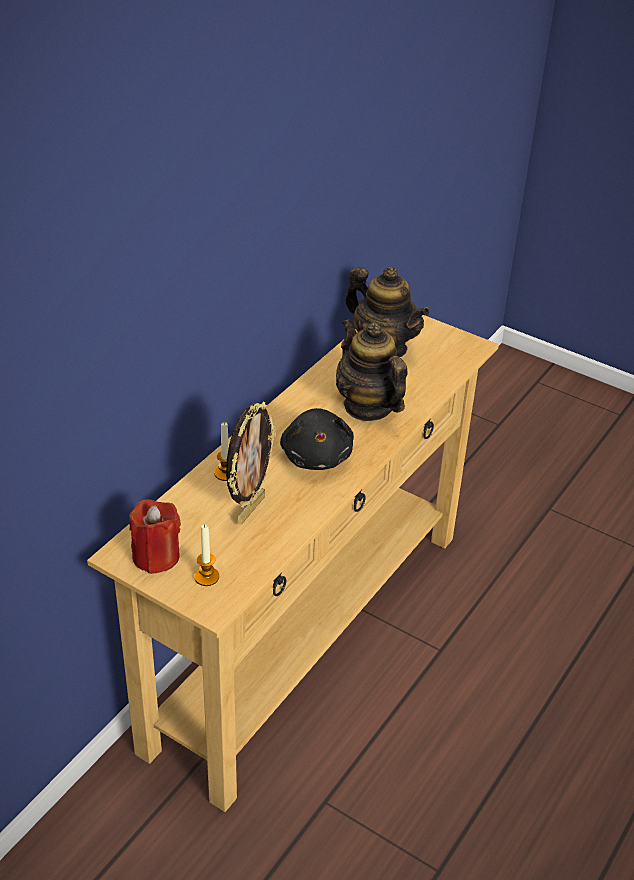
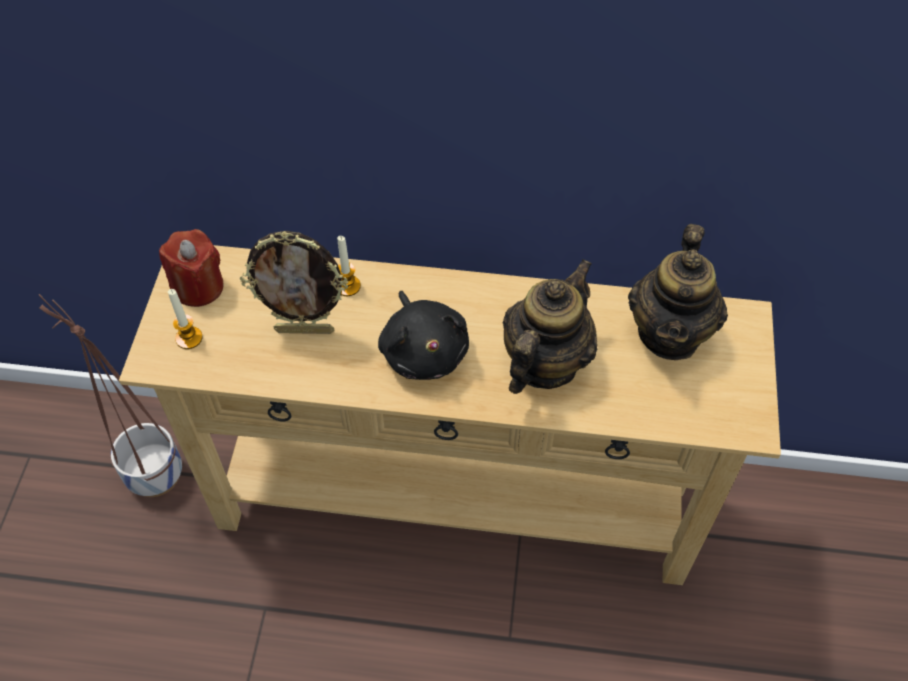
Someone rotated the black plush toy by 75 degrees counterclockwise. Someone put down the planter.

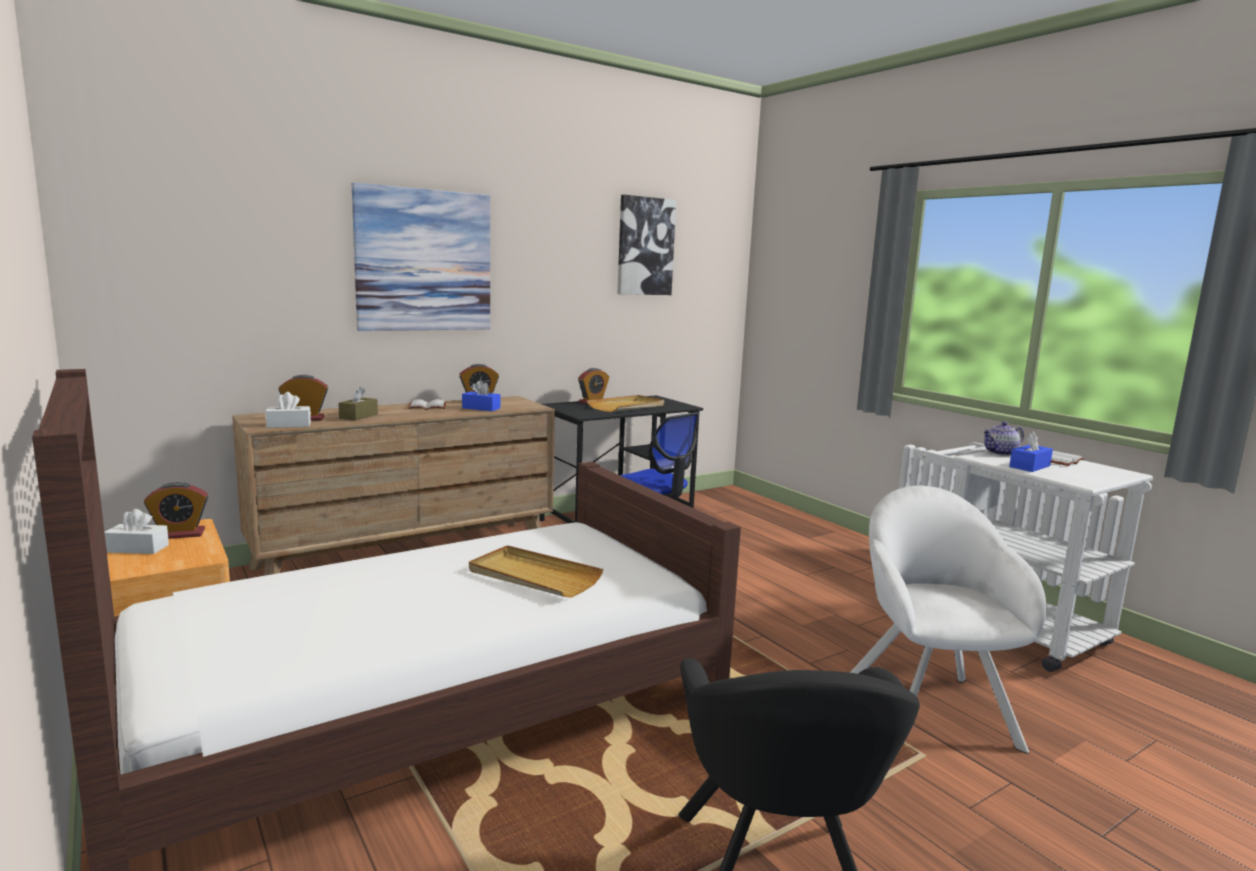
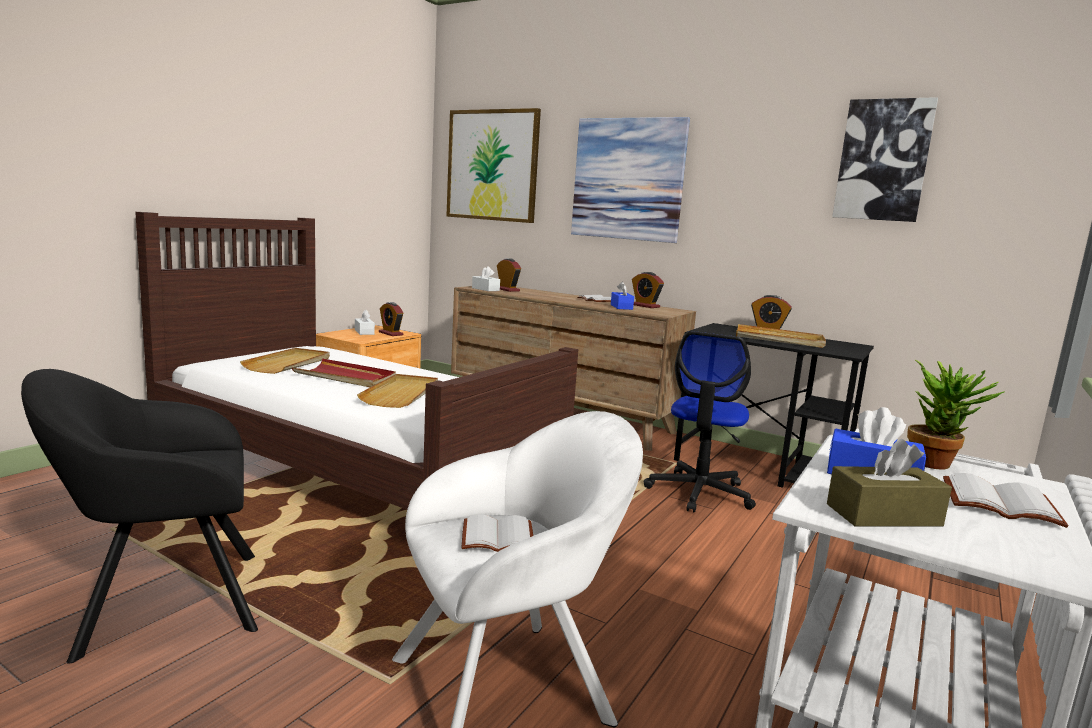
Someone carried the brown tissue box. Someone swapped the teapot for the potted plant. Someone put up the picture (1st from left). Someone put down the beige tray (1st from left). Someone put down the red tray. Someone put down the white book (1st from left).

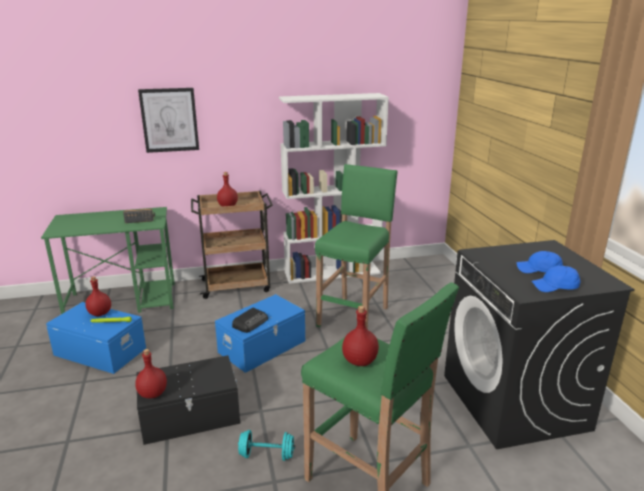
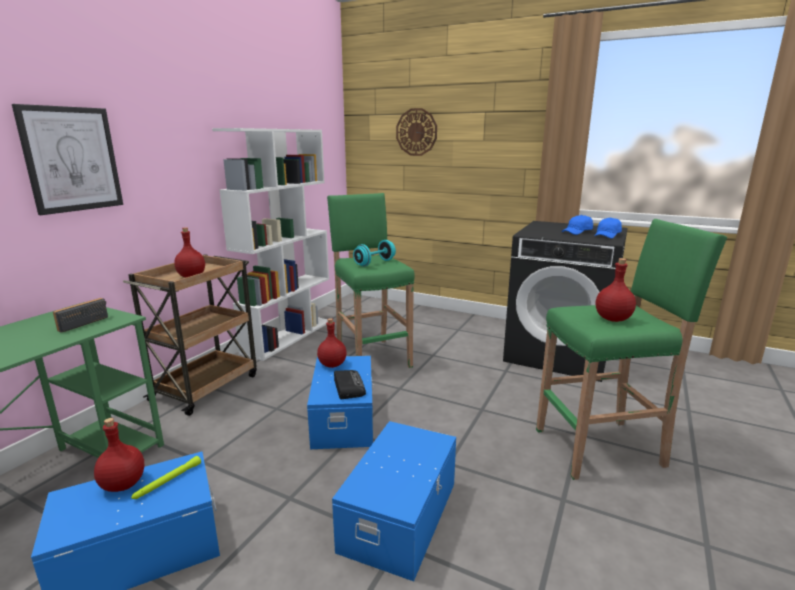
Someone carried the red bottle (2nd from left in the first image). Someone repainted the black storage box, which became the blue storage box (3rd from left). Someone carried the turquoise dumbbell. Someone put up the wall clock.

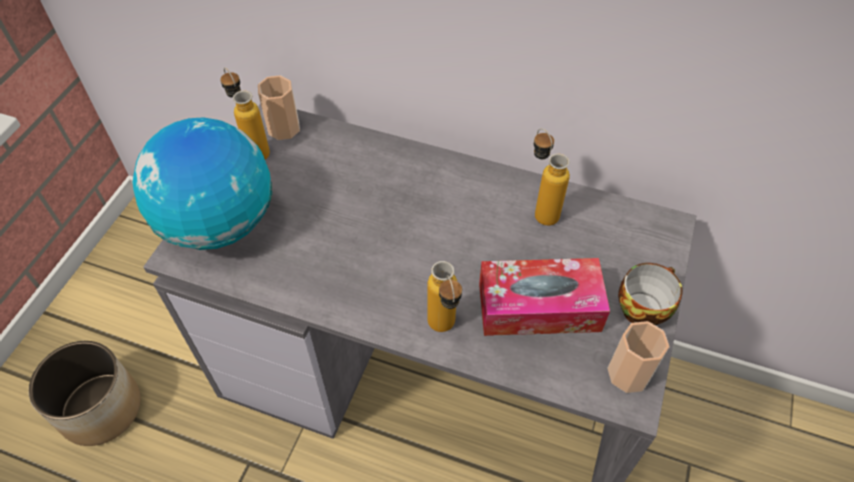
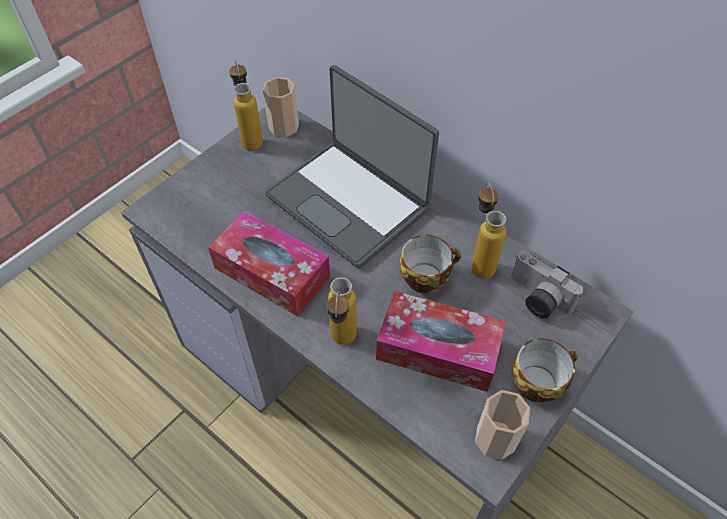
Someone took away the globe. Someone took away the planter. Someone put down the laptop. Someone put down the tissue box (1st from left). Someone put down the cup (2nd from left). Someone put down the photo camera.

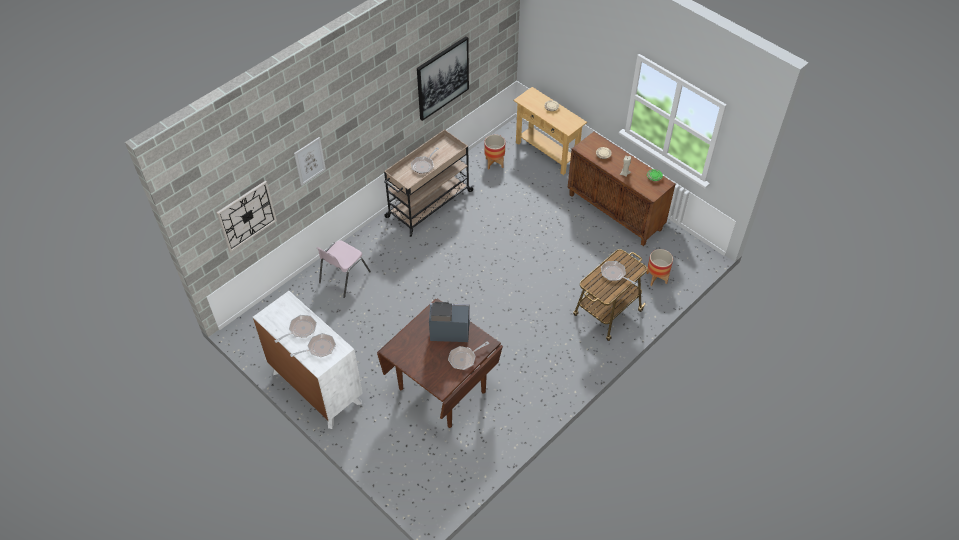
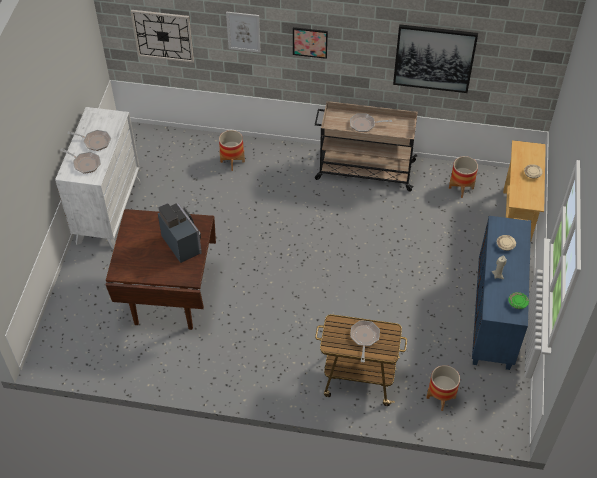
Someone repainted the brown cabinet, which became the blue cabinet. Someone swapped the pink chair for the planter (1st from left). Someone took away the frying pan (4th from left). Someone put up the picture (2nd from left).

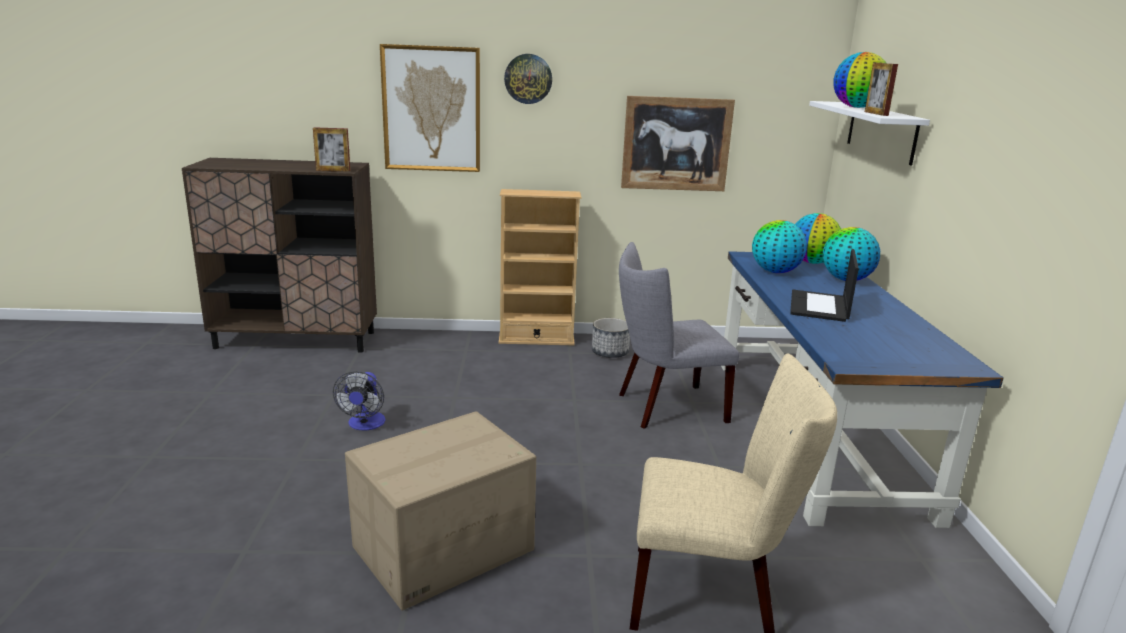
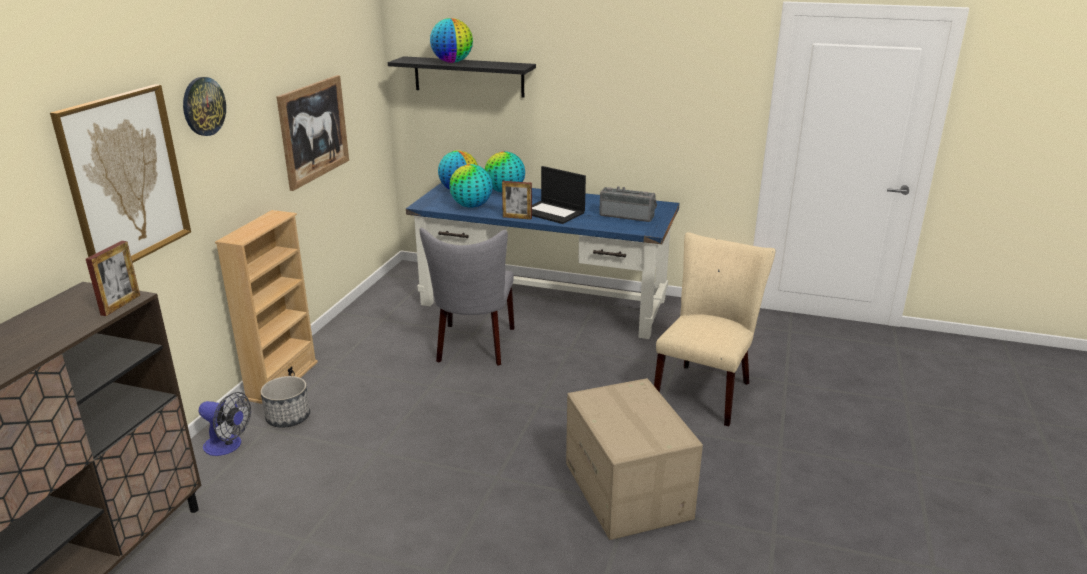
Someone carried the picture frame (2nd from left). Someone repainted the white shelf, which became the black shelf. Someone carried the planter. Someone carried the fan. Someone put down the radio.

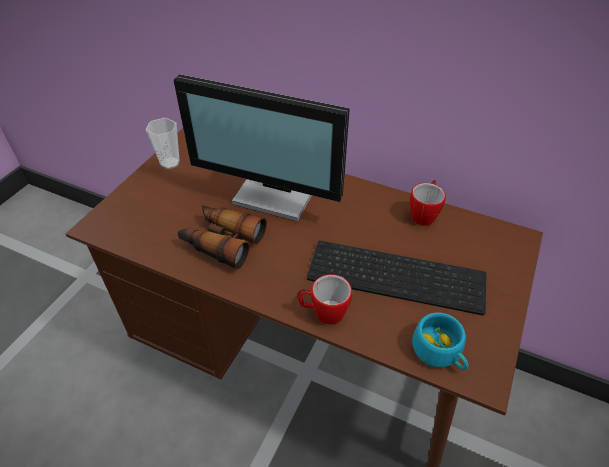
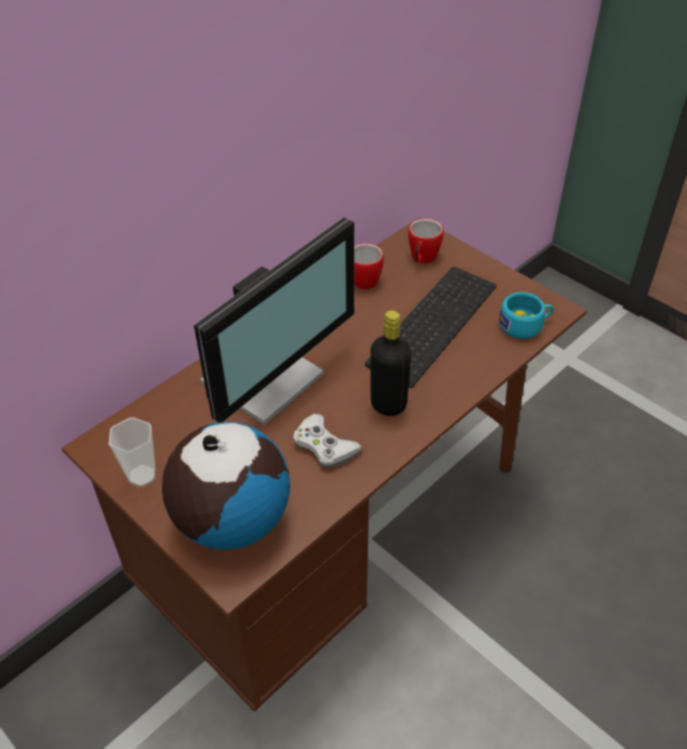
Someone swapped the binoculars for the white game controller. Someone carried the mug (1st from left in the first image). Someone put down the black bottle. Someone put down the globe.

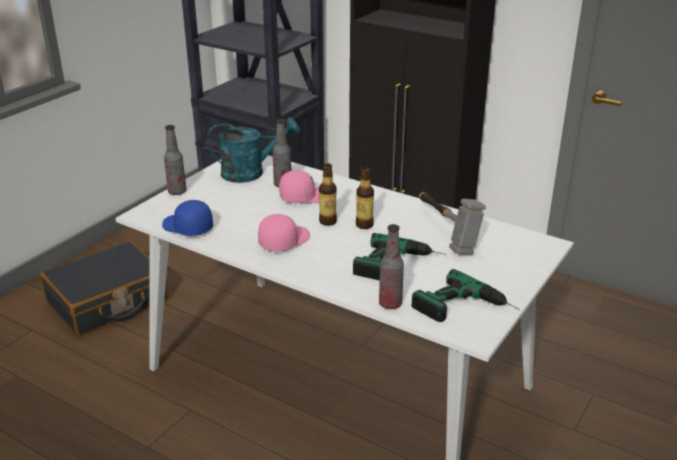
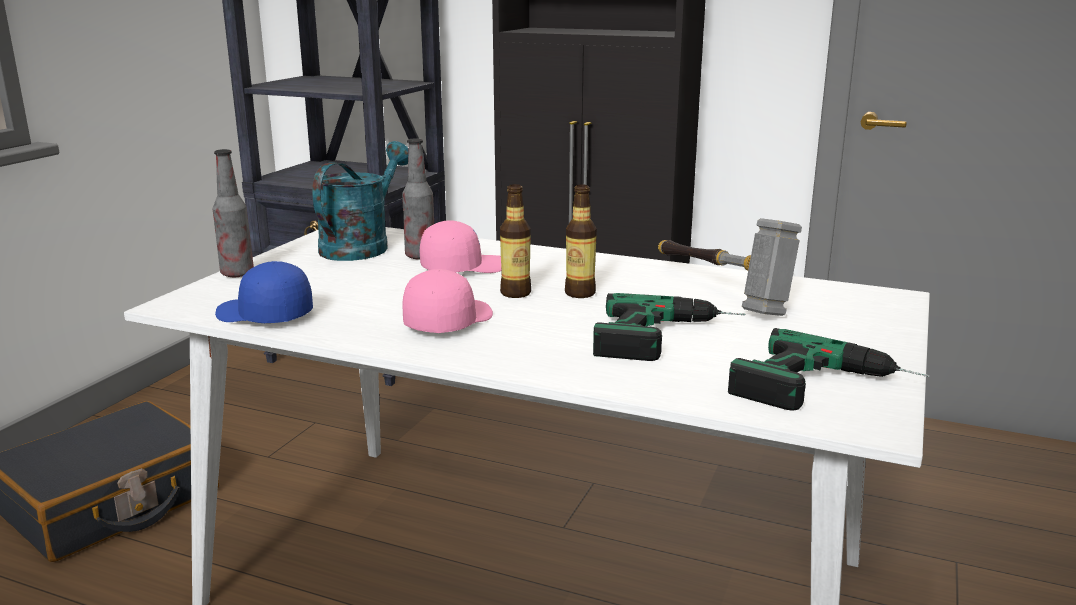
Someone rotated the turquoise watering can by 45 degrees counterclockwise. Someone took away the bottle (5th from left).

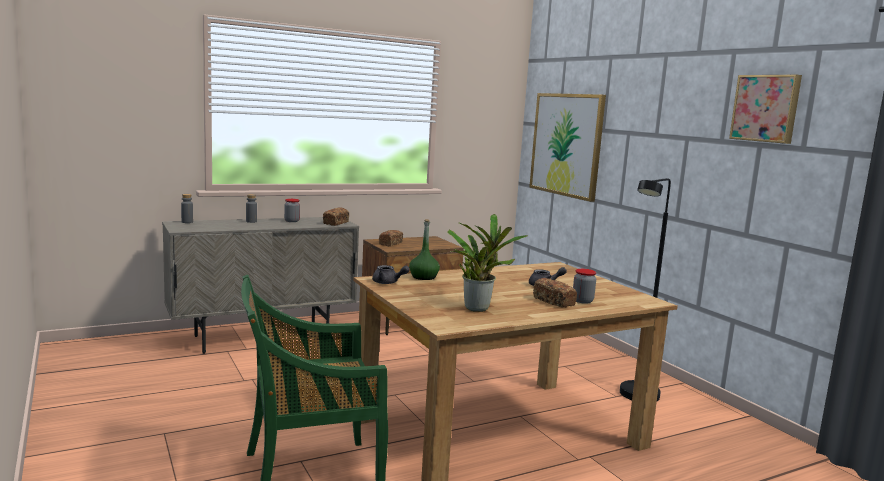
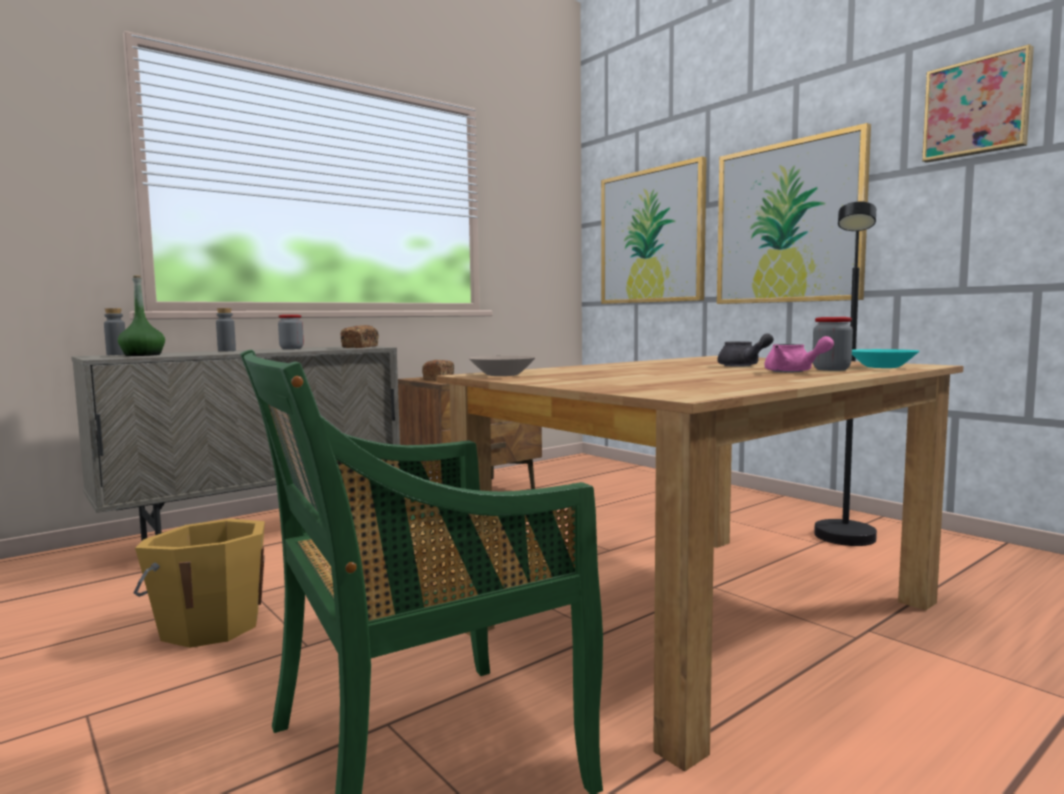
Someone took away the potted plant. Someone carried the green bottle. Someone swapped the grey teapot (1st from left) for the beige bowl. Someone swapped the bread (3rd from left) for the pink teapot. Someone put up the picture (2nd from left). Someone put down the turquoise bowl. Someone put down the orange bucket.

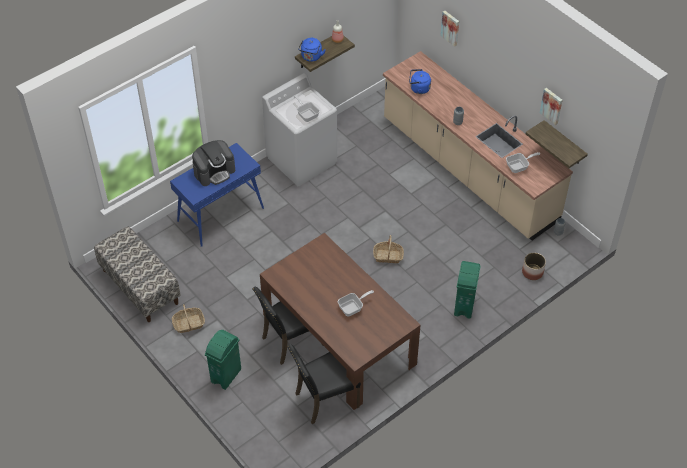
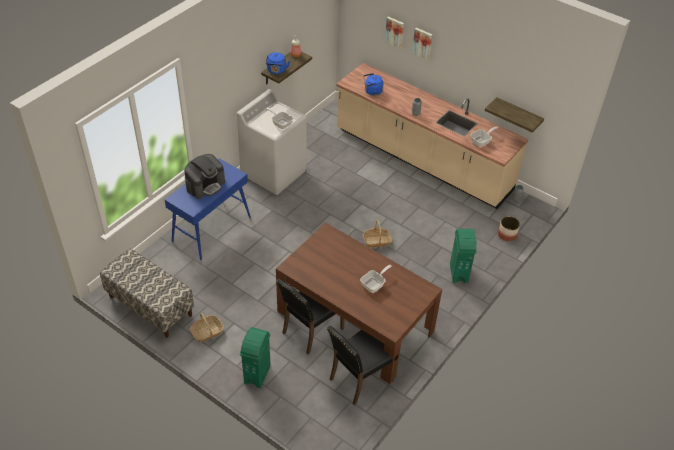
Someone carried the picture (2nd from left).

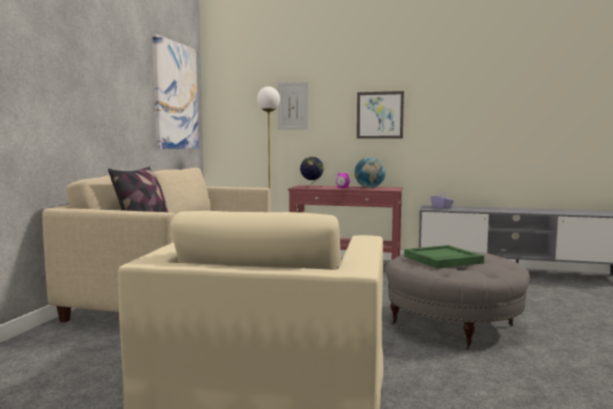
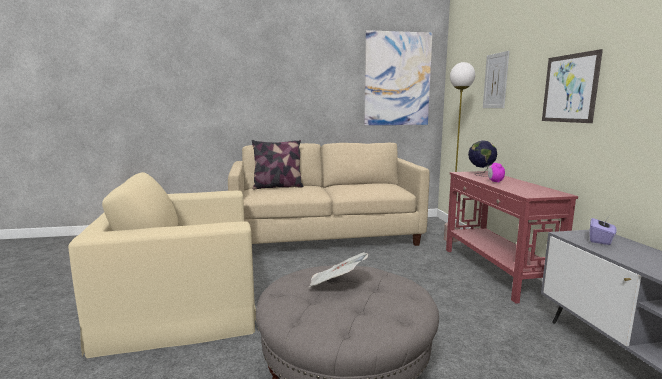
Someone took away the globe (2nd from left). Someone swapped the green tray for the newspaper.

